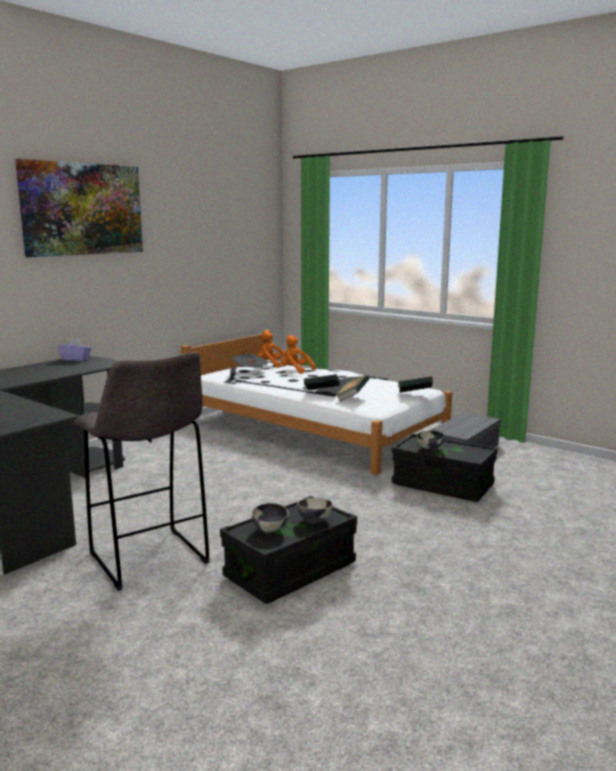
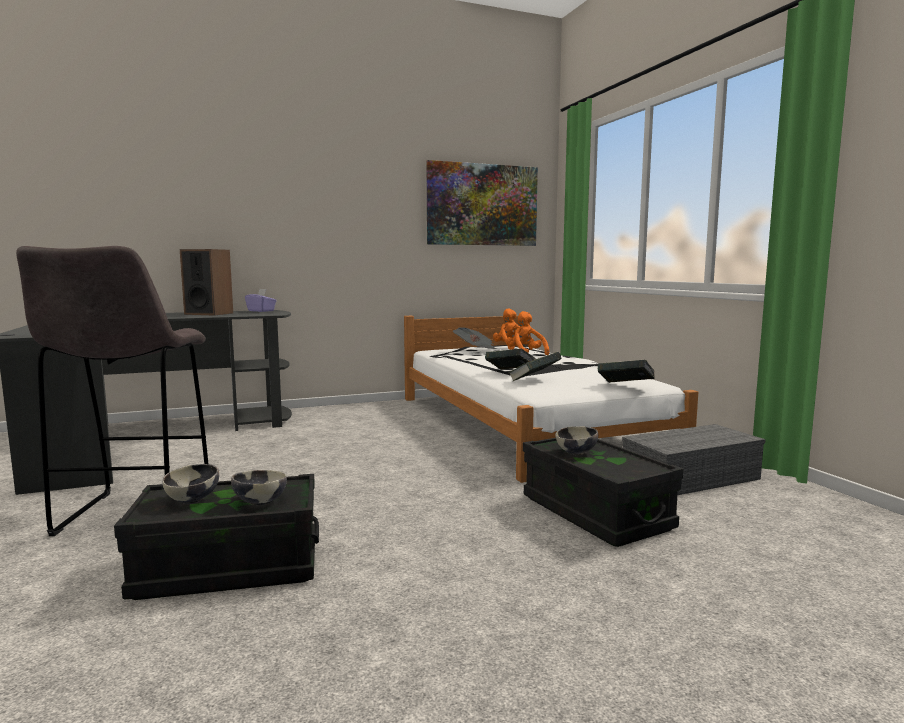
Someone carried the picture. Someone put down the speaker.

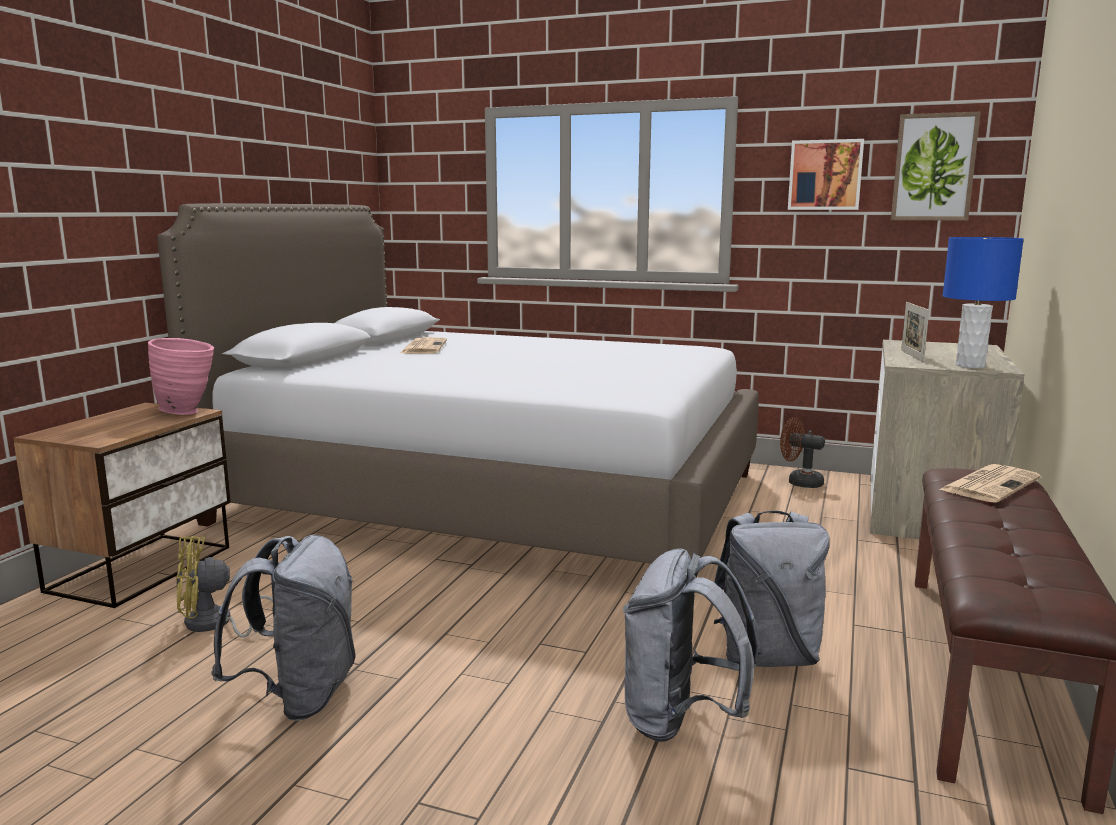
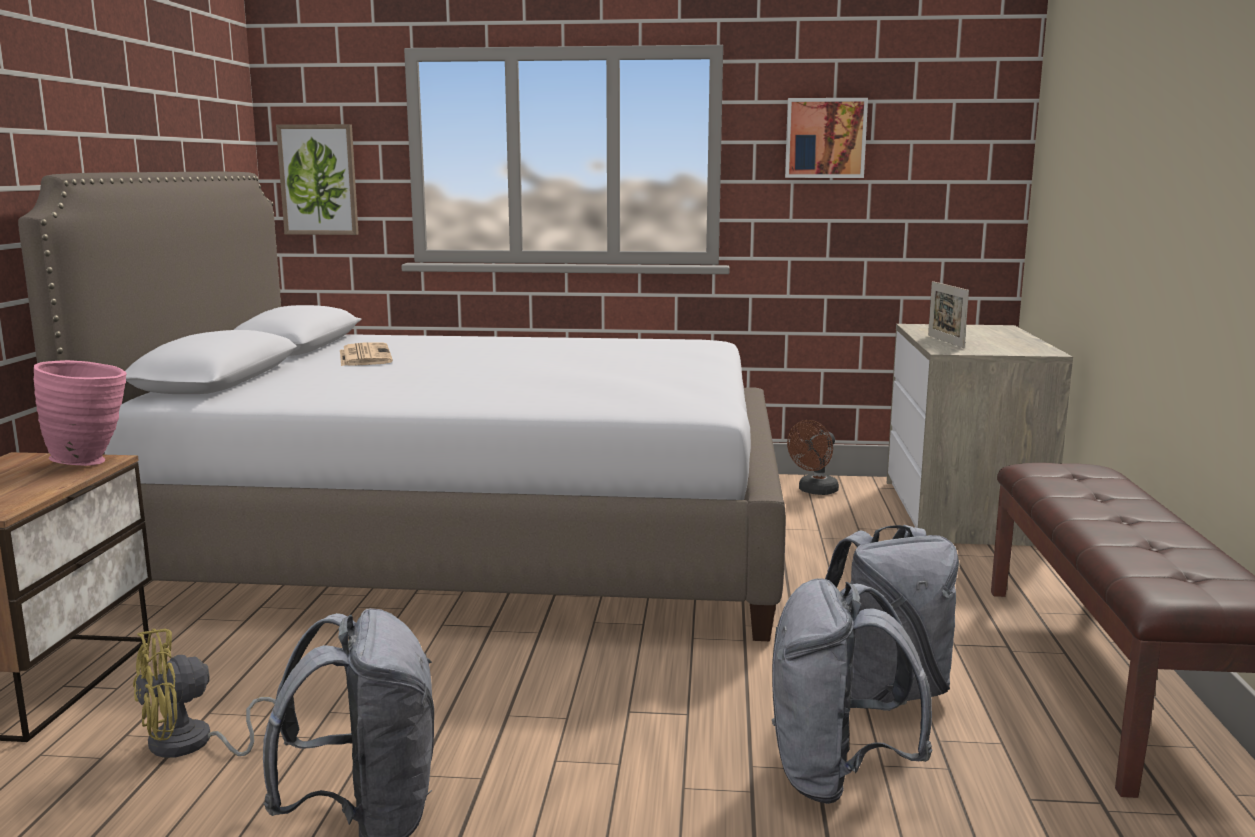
Someone carried the picture (2nd from left in the first image). Someone took away the blue table lamp. Someone rotated the brown fan by 60 degrees counterclockwise. Someone took away the newspaper (2nd from left).

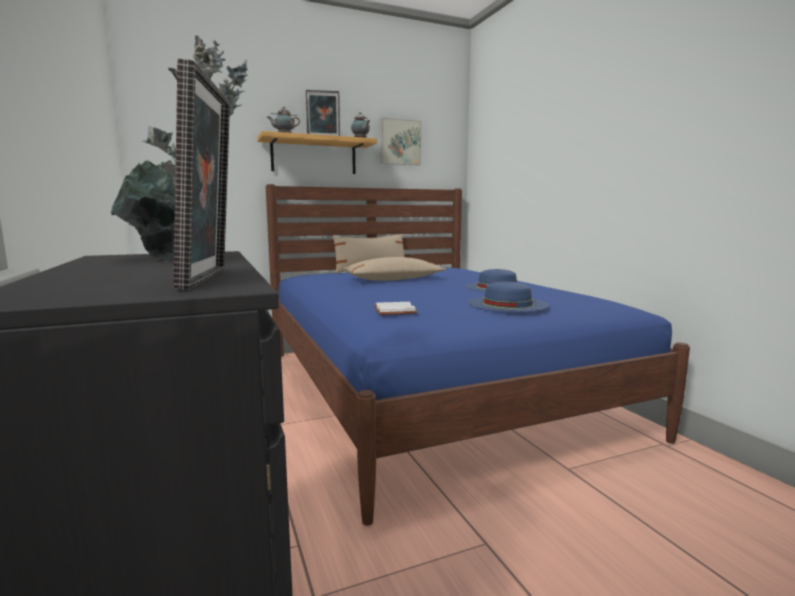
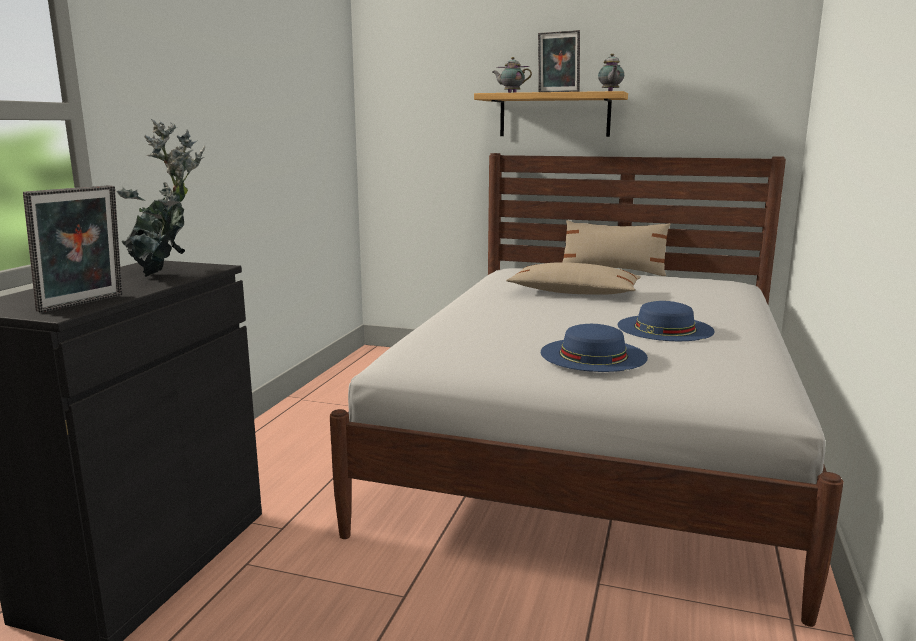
Someone took away the picture. Someone repainted the blue bed, which became the white bed. Someone took away the white book.

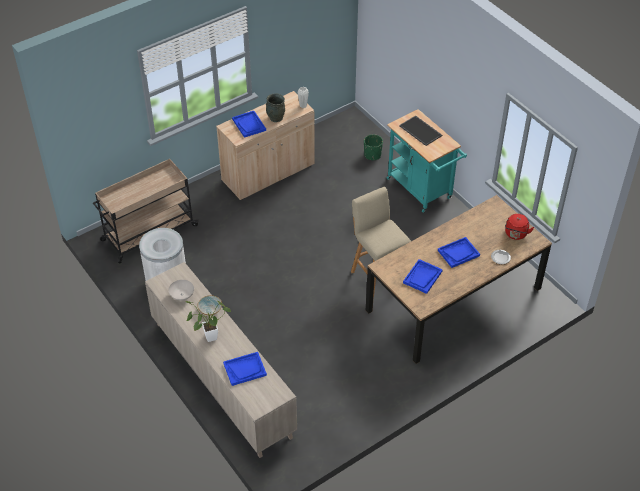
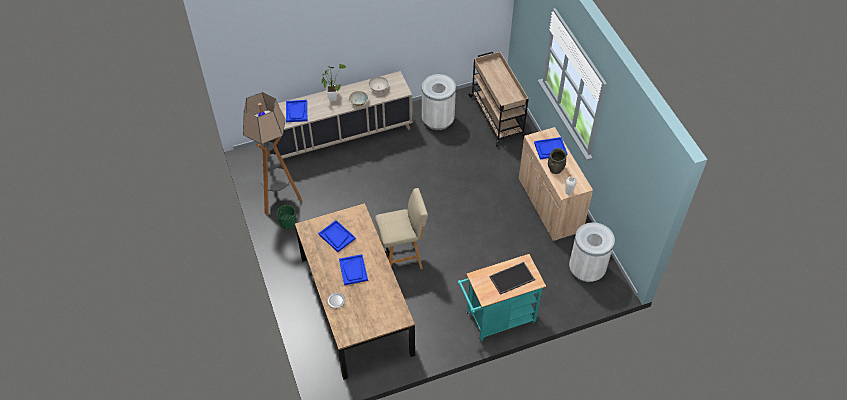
Someone carried the green planter. Someone took away the red kettle. Someone put down the floor lamp. Someone put down the white trash can (2nd from left).

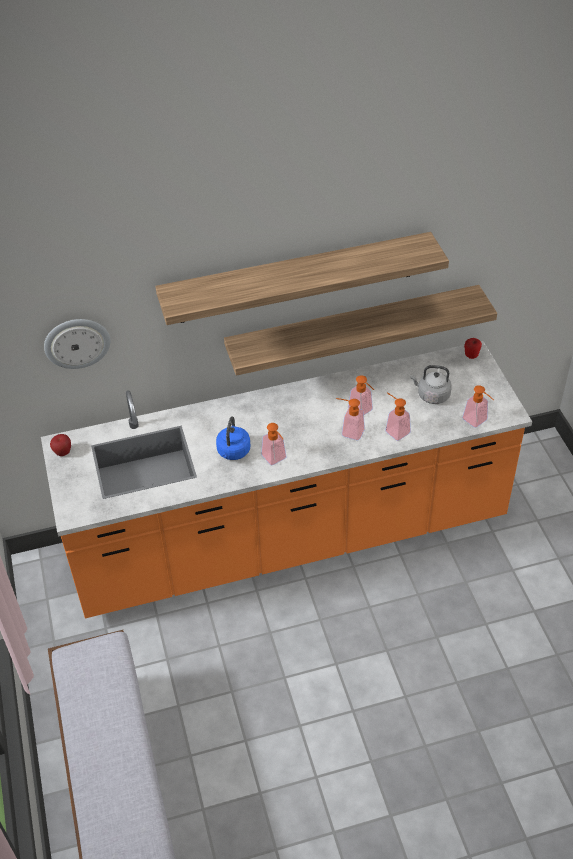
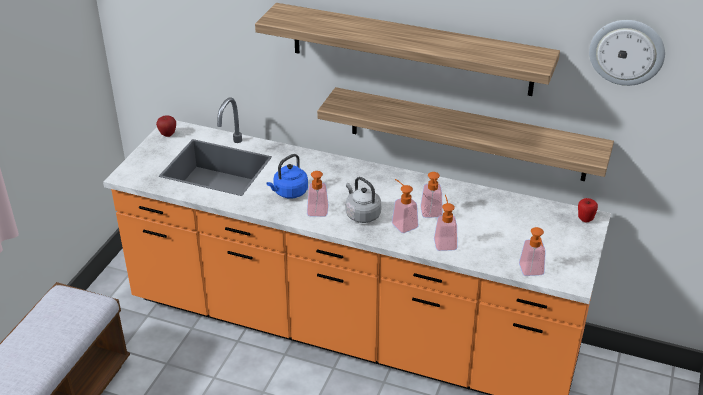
Someone carried the wall clock. Someone carried the grey kettle.

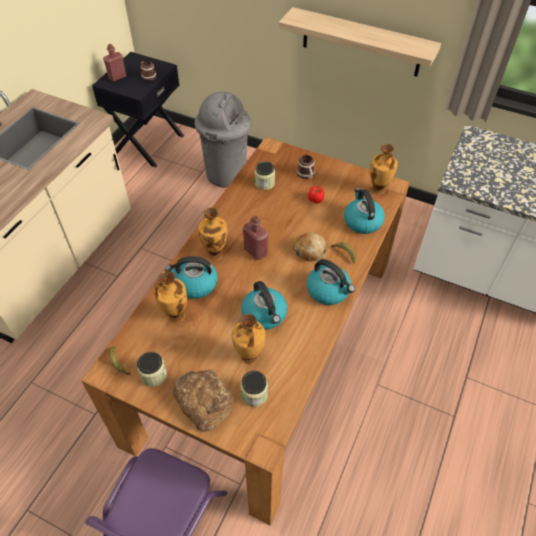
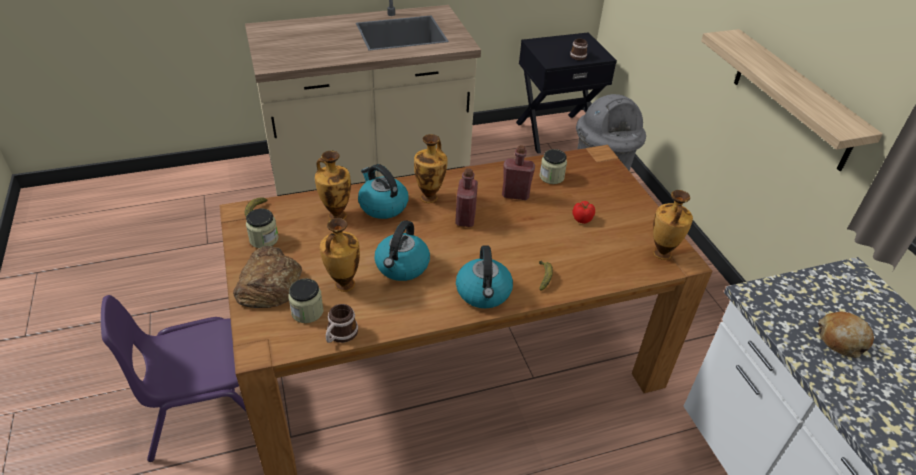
Someone carried the red bottle (1st from left in the first image). Someone carried the mug (2nd from left in the first image). Someone took away the kettle (4th from left). Someone carried the bread (2nd from left).

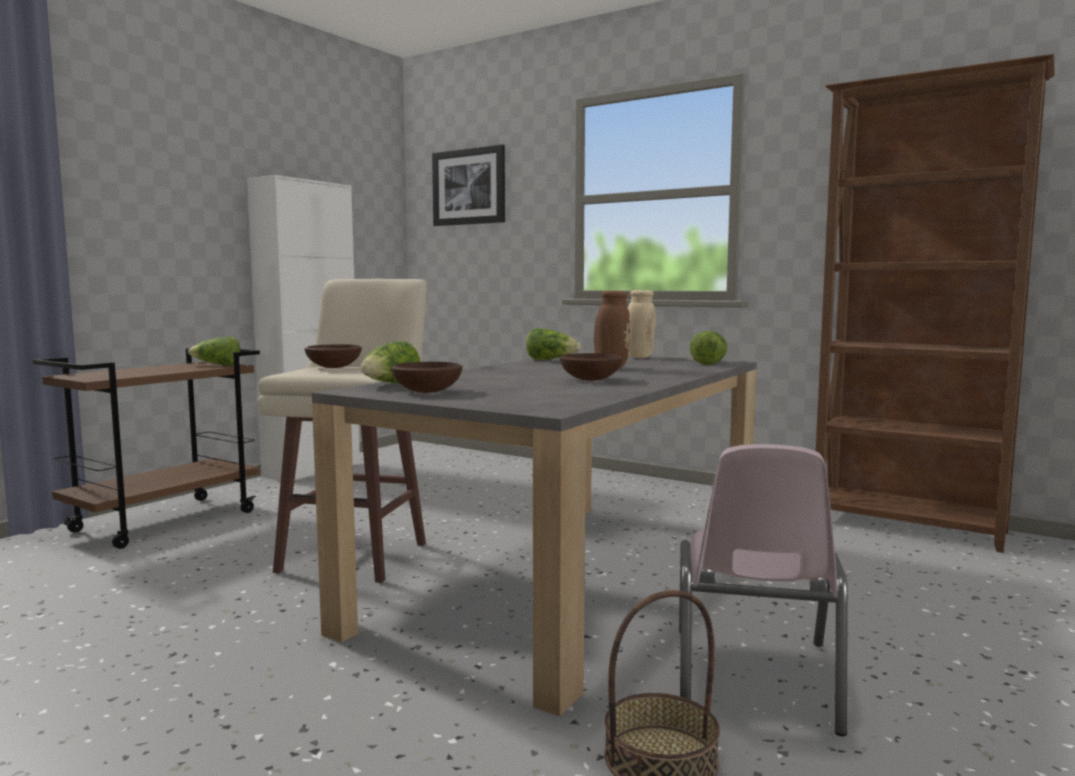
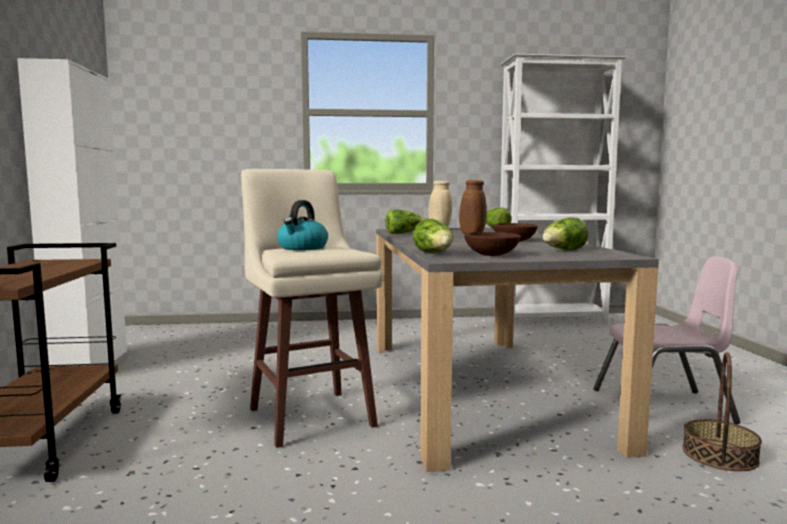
Someone repainted the brown bookcase, which became the white bookcase. Someone took away the picture. Someone carried the lettuce (1st from left in the first image). Someone swapped the brown bowl (1st from left) for the kettle. Someone rotated the pink chair by 60 degrees counterclockwise.

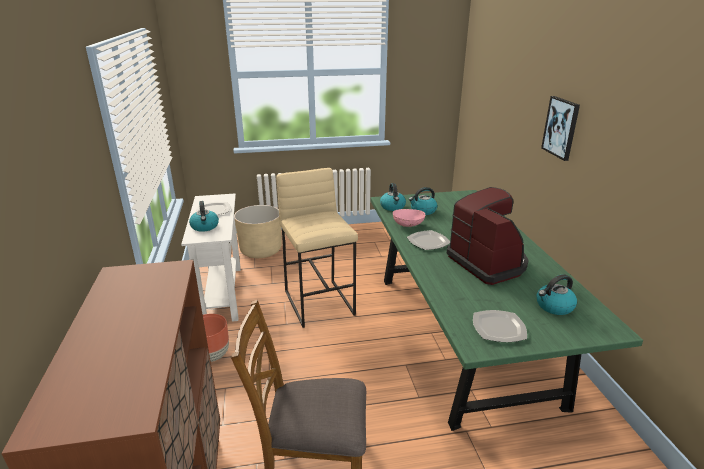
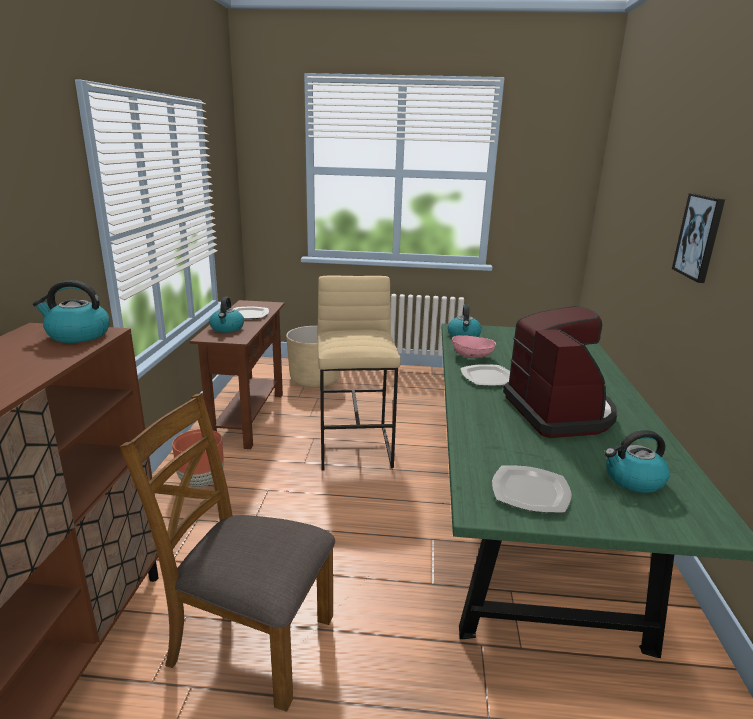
Someone carried the kettle (3rd from left in the first image). Someone repainted the white console table, which became the brown console table.

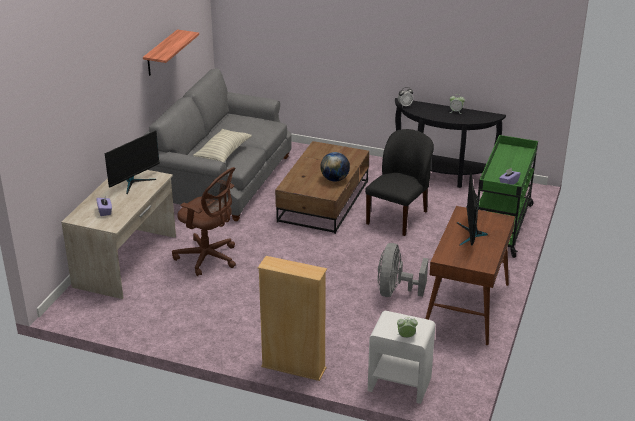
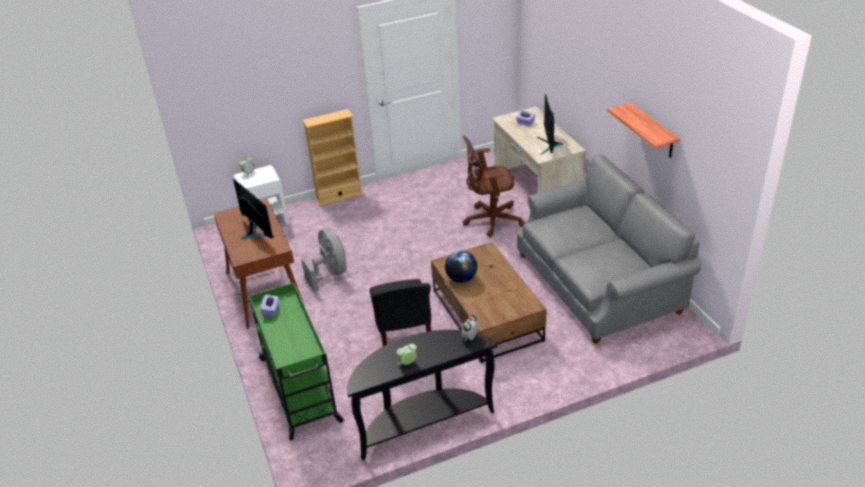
Someone took away the pillow.

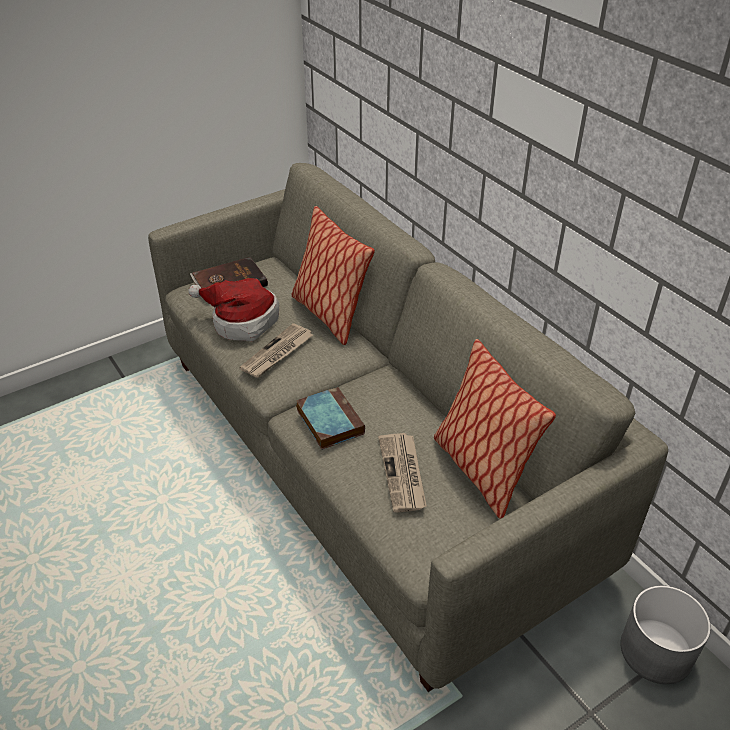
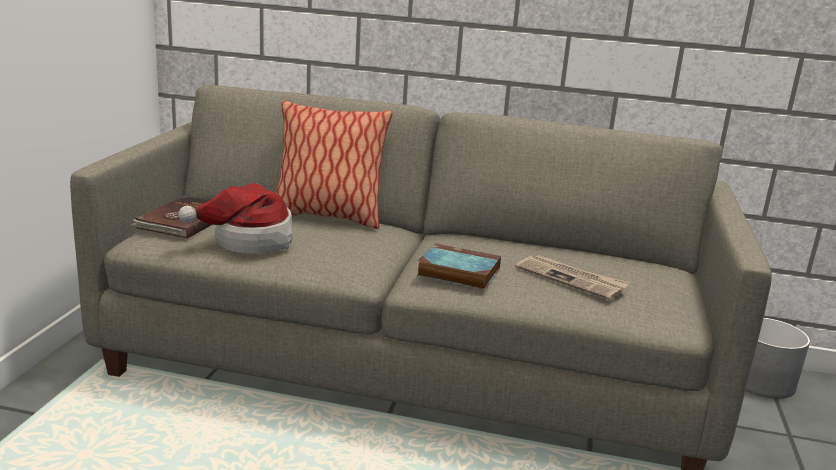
Someone took away the newspaper (1st from left). Someone took away the pillow (2nd from left).

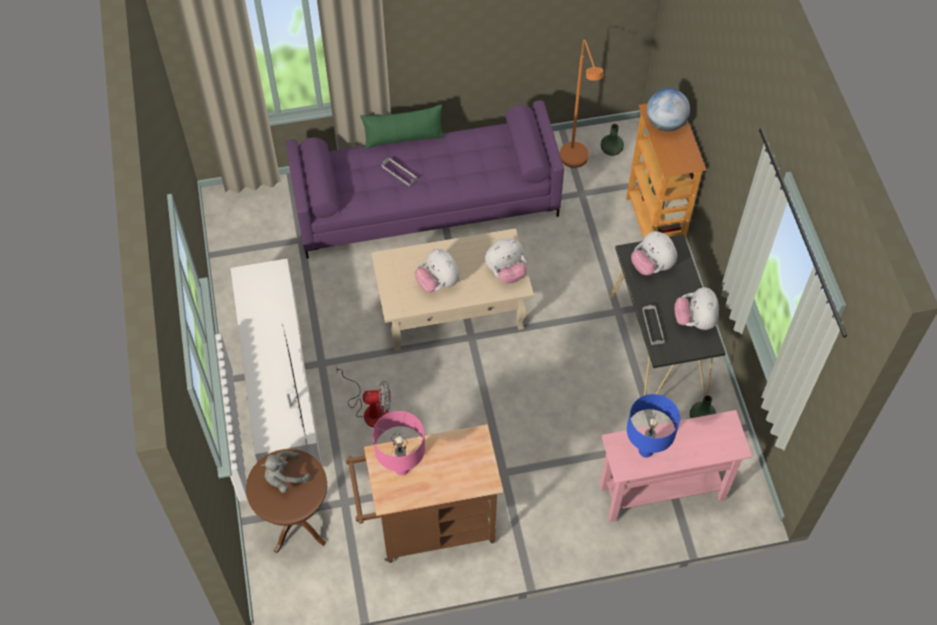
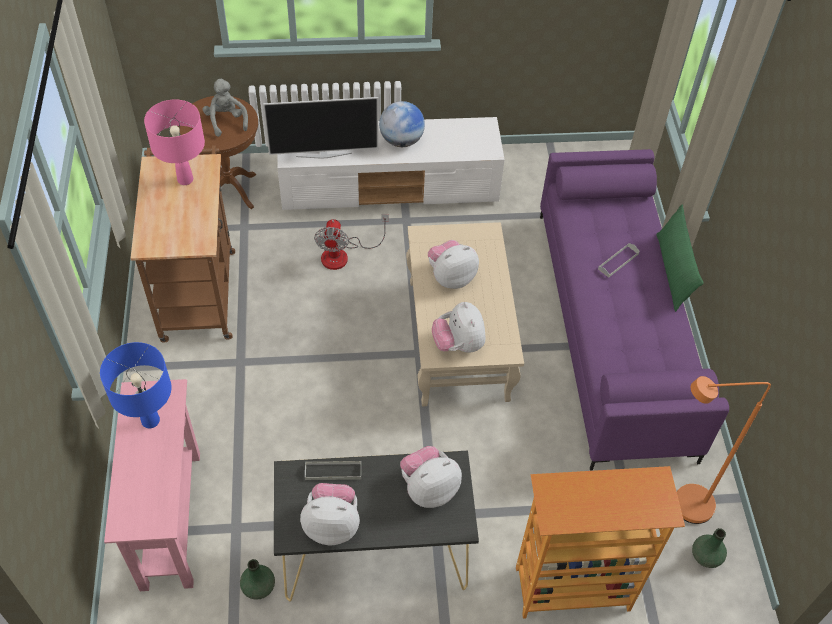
Someone carried the globe.

